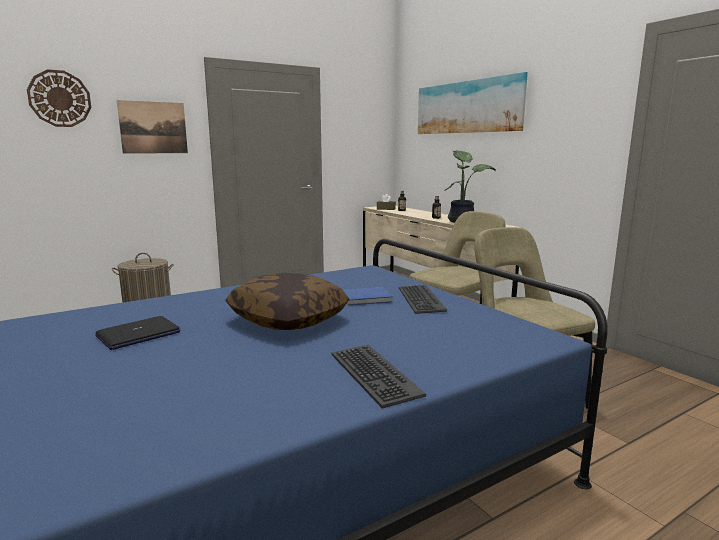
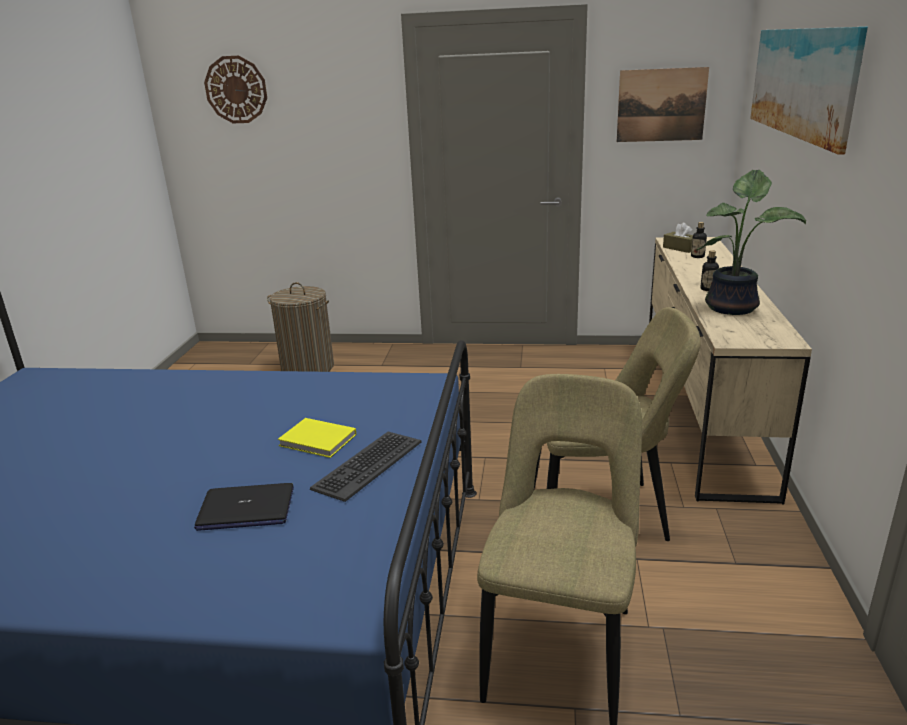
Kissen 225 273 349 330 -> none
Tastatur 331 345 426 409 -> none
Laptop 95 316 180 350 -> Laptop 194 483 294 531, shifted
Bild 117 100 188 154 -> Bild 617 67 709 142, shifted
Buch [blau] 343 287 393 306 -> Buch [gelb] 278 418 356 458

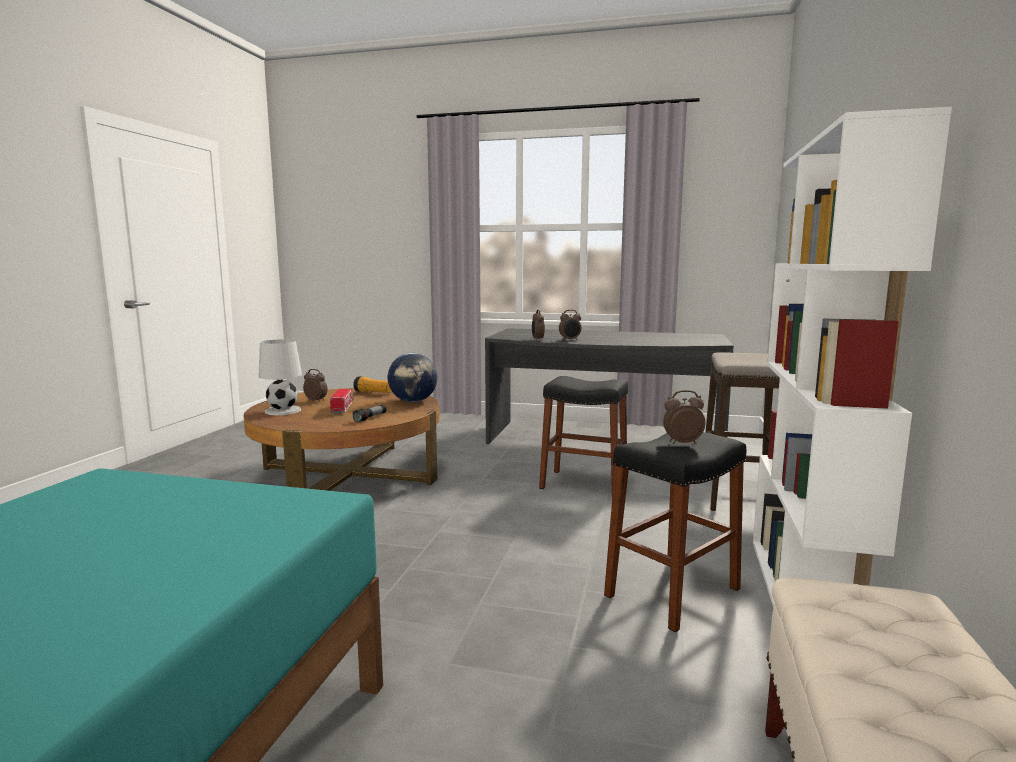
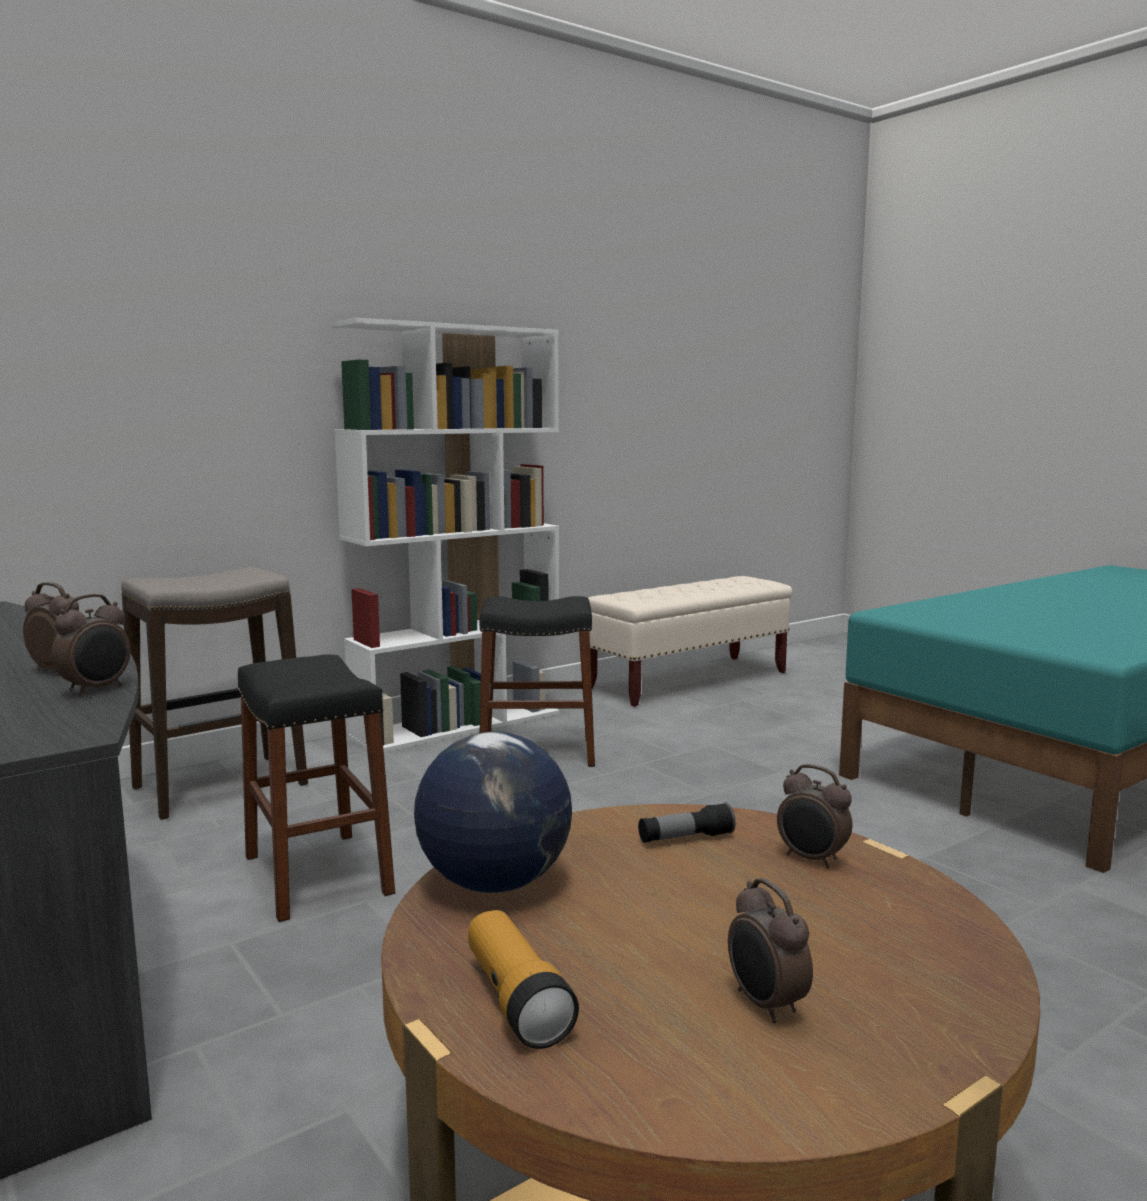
Tischlampe [weiß] 258 339 302 415 -> none
Spielzeuglaster 330 389 354 414 -> none
Wecker 663 390 705 444 -> Wecker 777 764 852 869, shifted

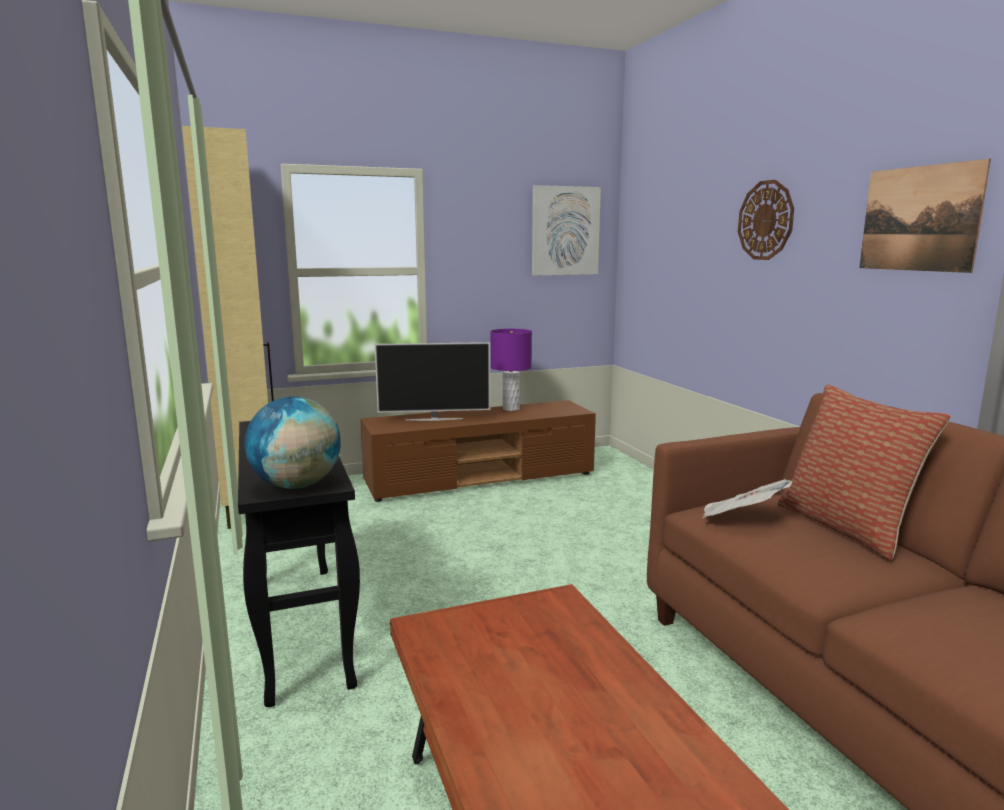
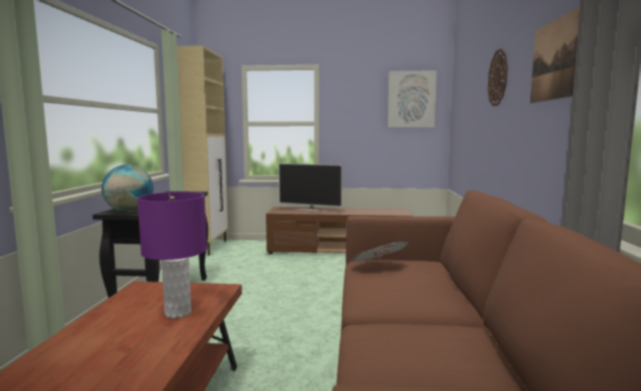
Kissen 778 384 951 560 -> none
Tischlampe [lila] 490 329 532 411 -> Tischlampe [lila] 137 192 207 318, shifted

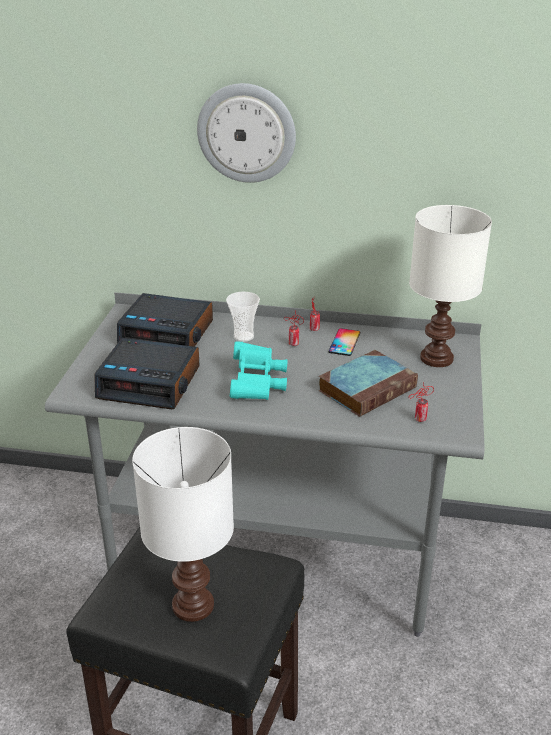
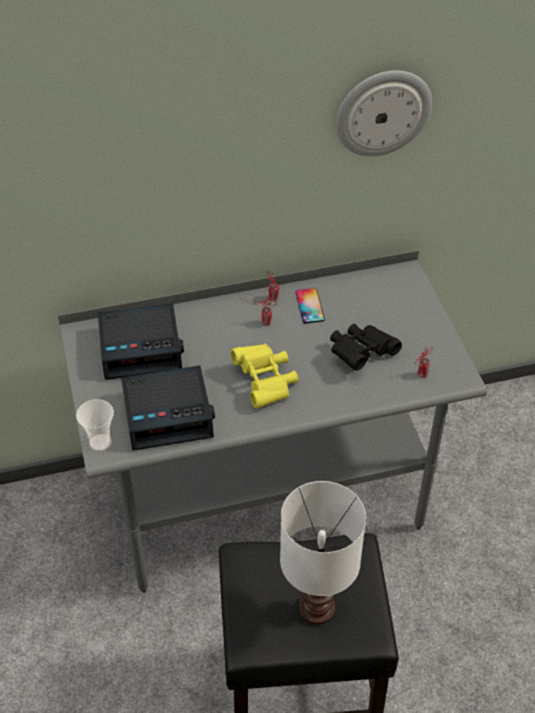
Tischlampe [weiß] 409 205 492 367 -> none
Wanduhr 197 83 296 183 -> Wanduhr 336 70 432 156, shifted
Tasse 226 292 260 342 -> Tasse 76 399 114 452, shifted
Buch 318 350 418 417 -> Fernglas [schwarz] 330 324 402 371
Fernglas [türkis] 230 341 288 400 -> Fernglas [gelb] 231 344 298 408

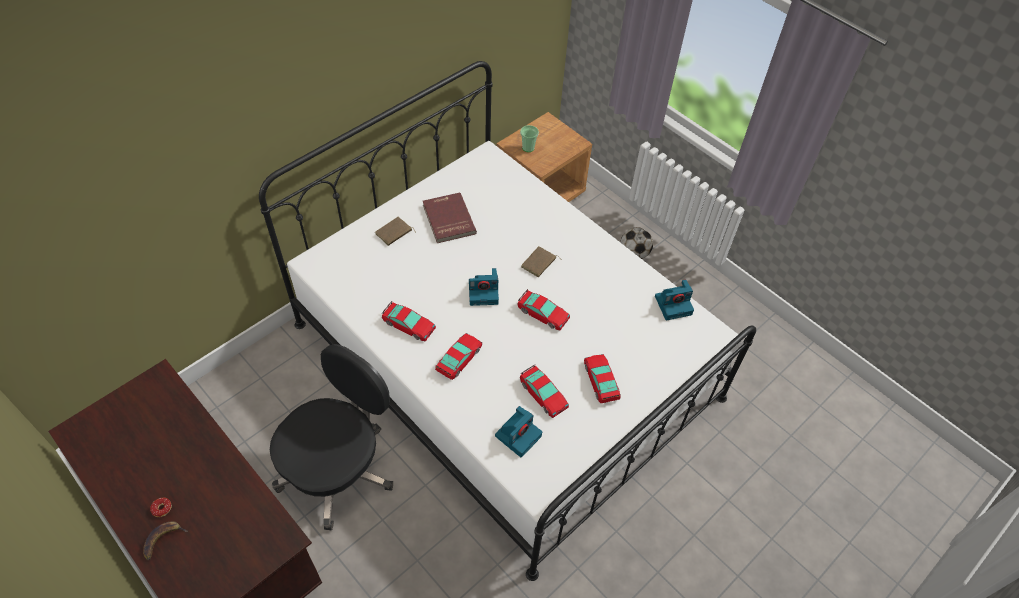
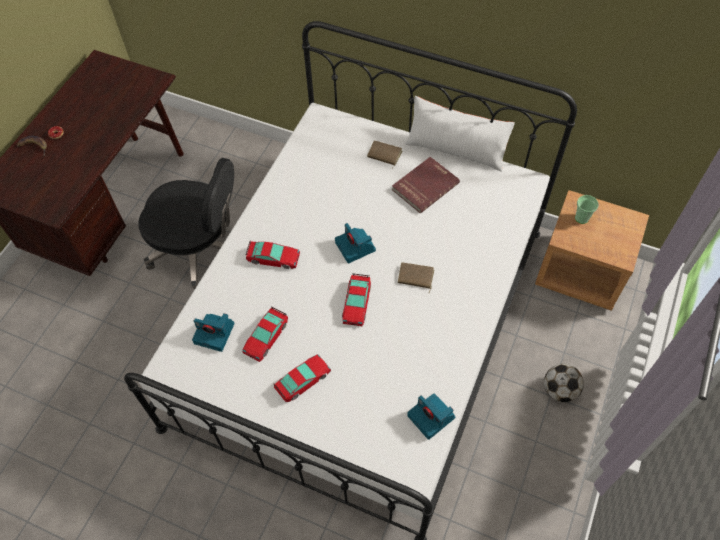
Spielzeugauto 382 301 436 342 -> none
none -> Kissen [weiß] 405 96 515 172

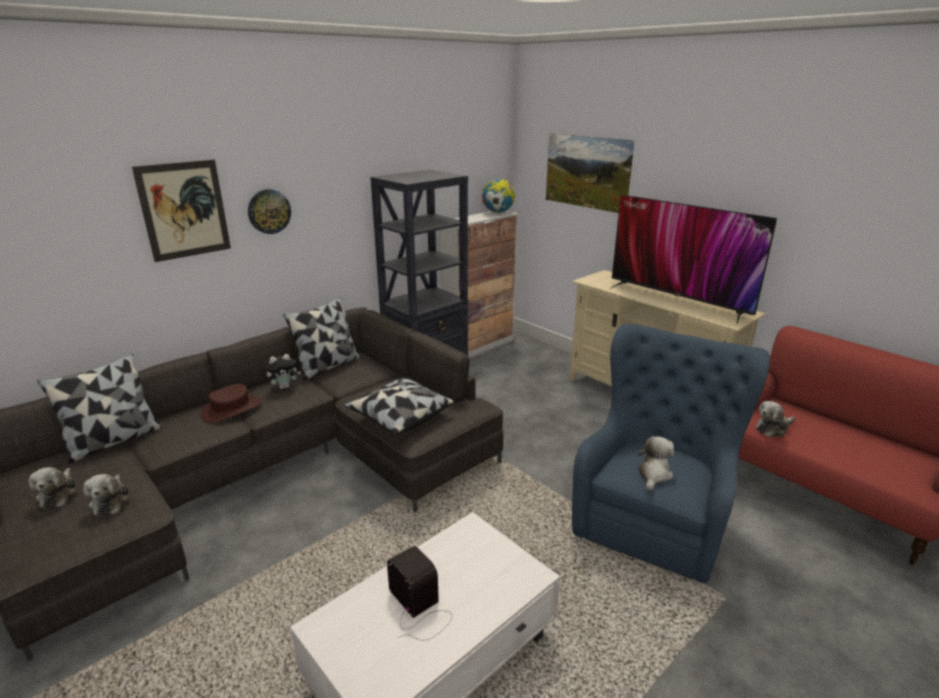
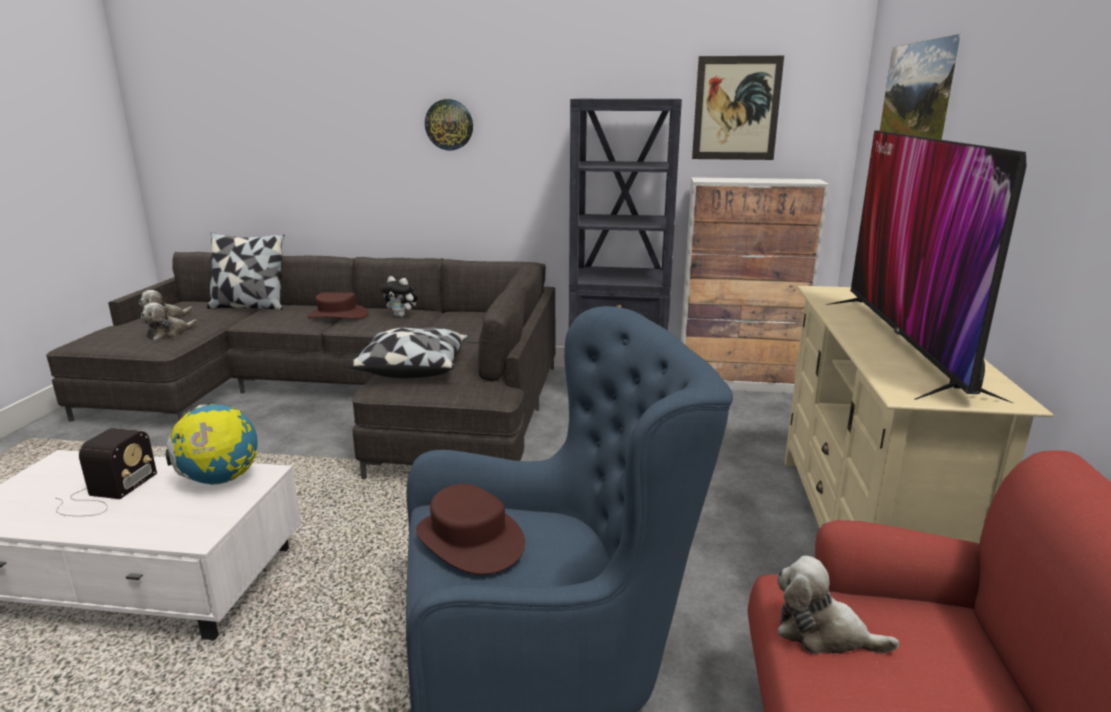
Kissen 283 297 360 381 -> none
Bild 132 160 231 262 -> Bild 692 56 784 160, shifted
Globus 482 179 515 213 -> Globus 166 404 258 485, shifted
Plüschtier 638 436 674 491 -> Hut [braun] 416 484 525 575

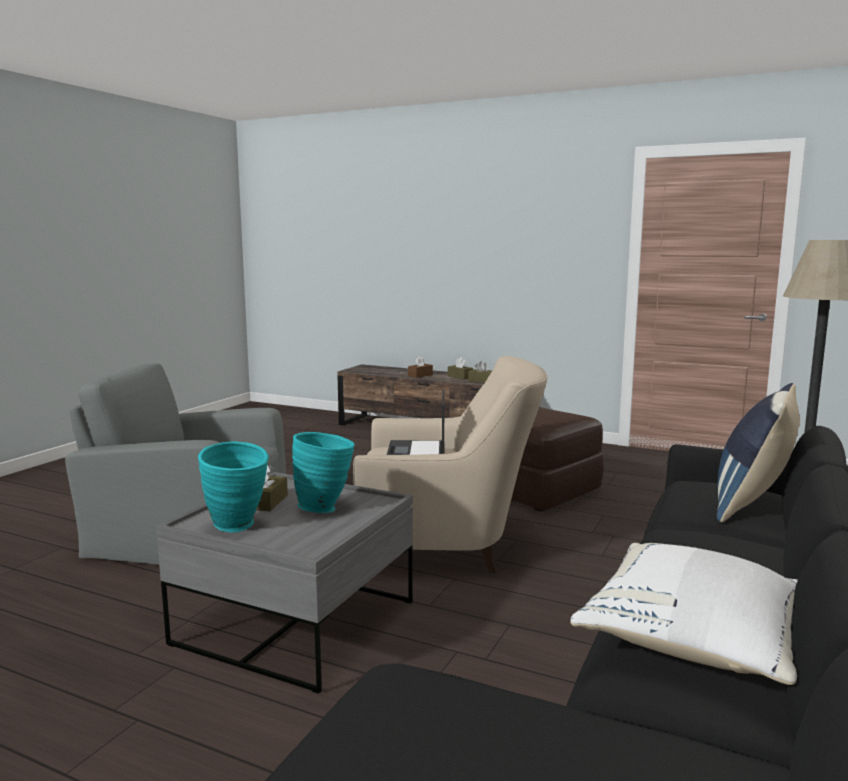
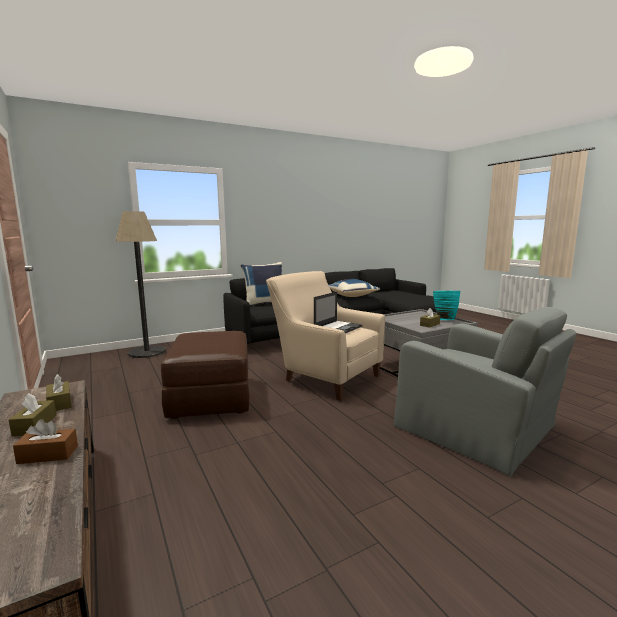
Vase [türkis] 292 432 355 513 -> none
Kissen [weiß] 570 543 798 685 -> Kissen [blau] 329 279 380 297

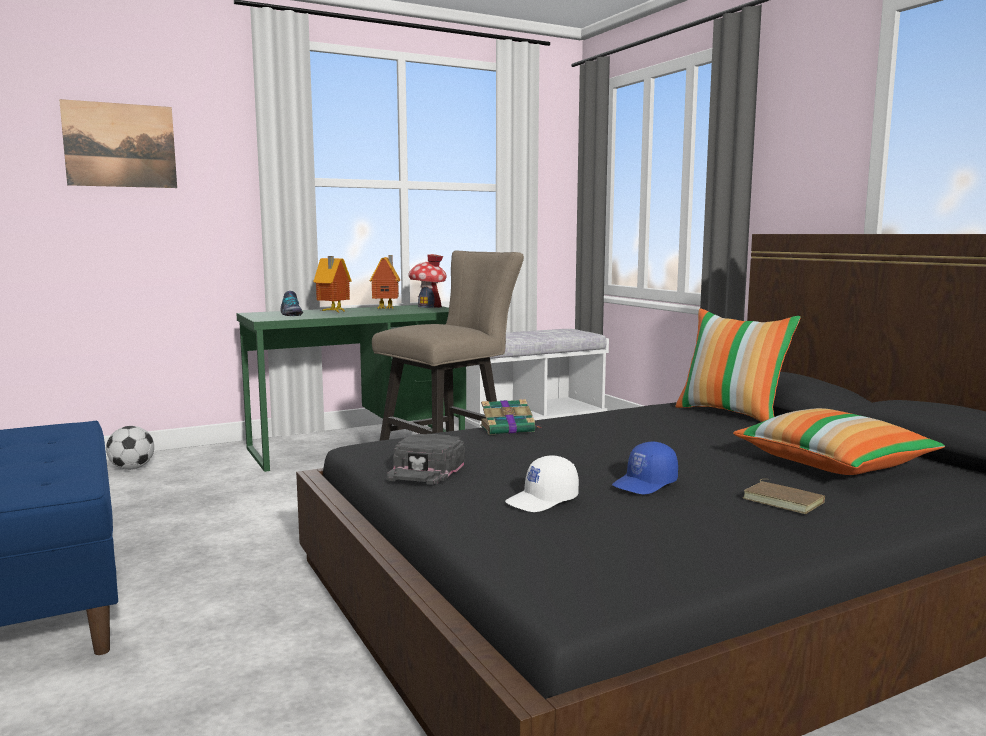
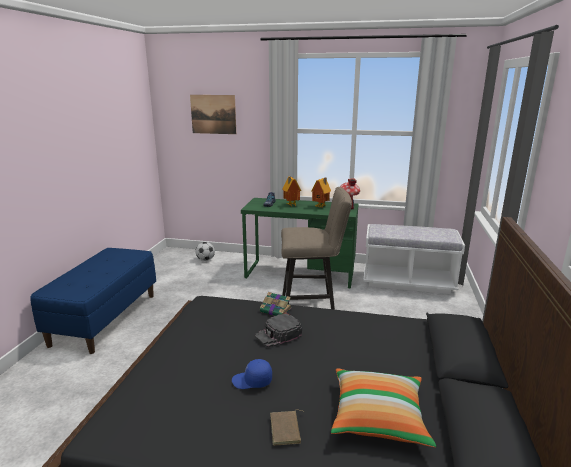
Kappe [weiß] 505 455 579 512 -> none
Kissen 675 308 801 422 -> none
Kappe [schwarz] 386 434 465 485 -> Kappe [schwarz] 255 314 302 347, shifted

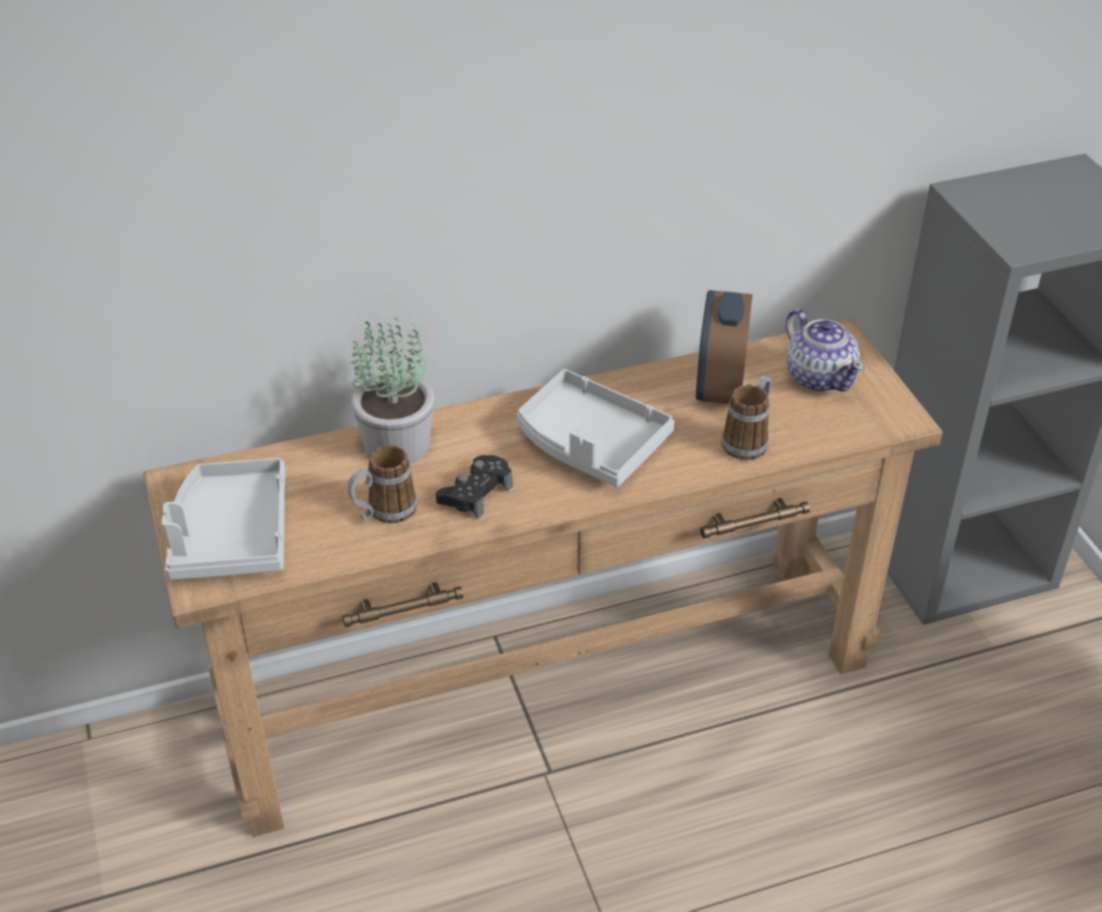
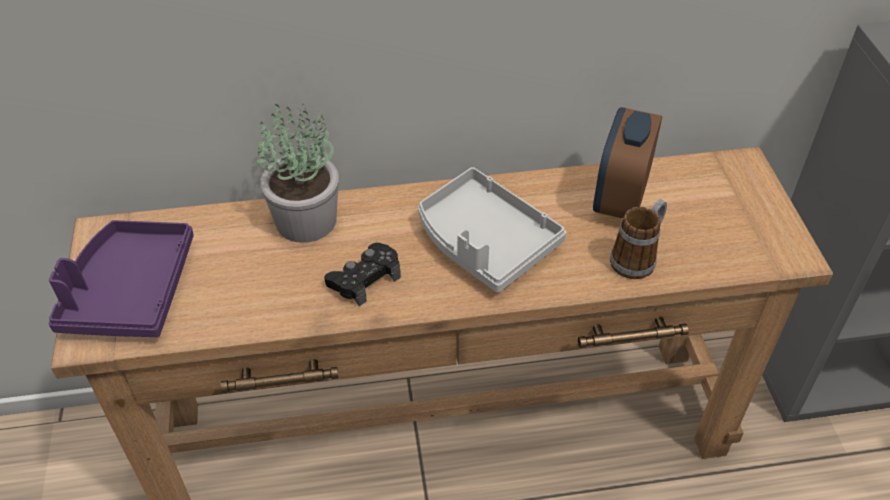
Henkelbecher 348 445 417 523 -> none
Teekanne 786 309 865 392 -> none
Tablett [grau] 162 458 285 580 -> Tablett [lila] 48 220 194 337

